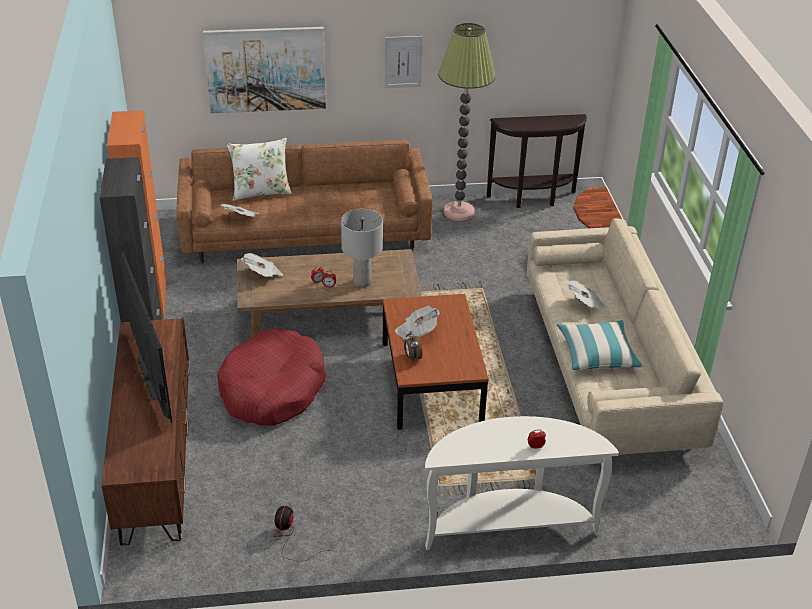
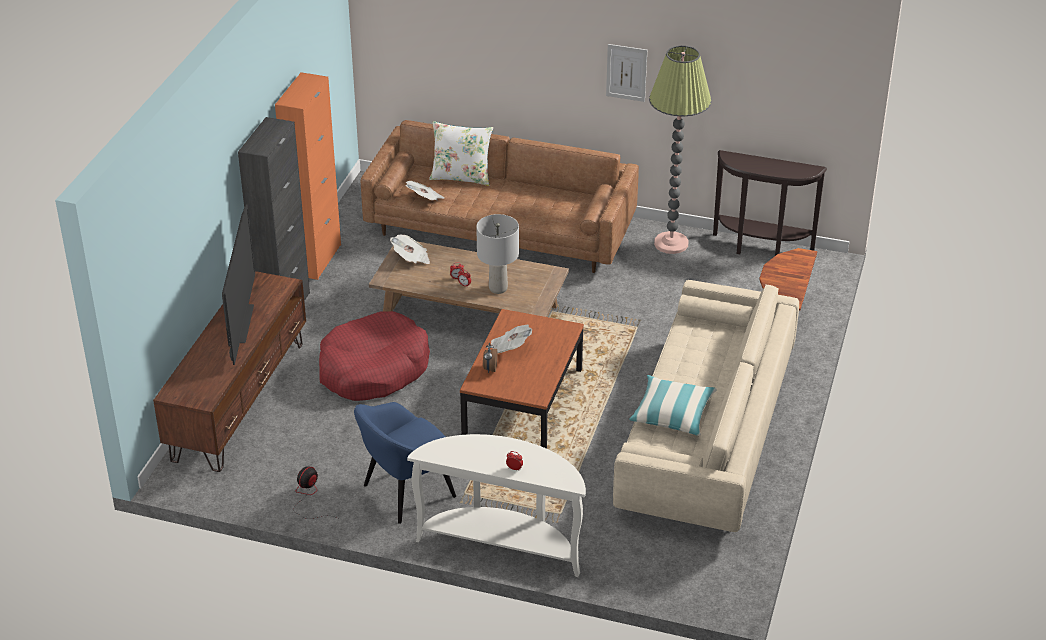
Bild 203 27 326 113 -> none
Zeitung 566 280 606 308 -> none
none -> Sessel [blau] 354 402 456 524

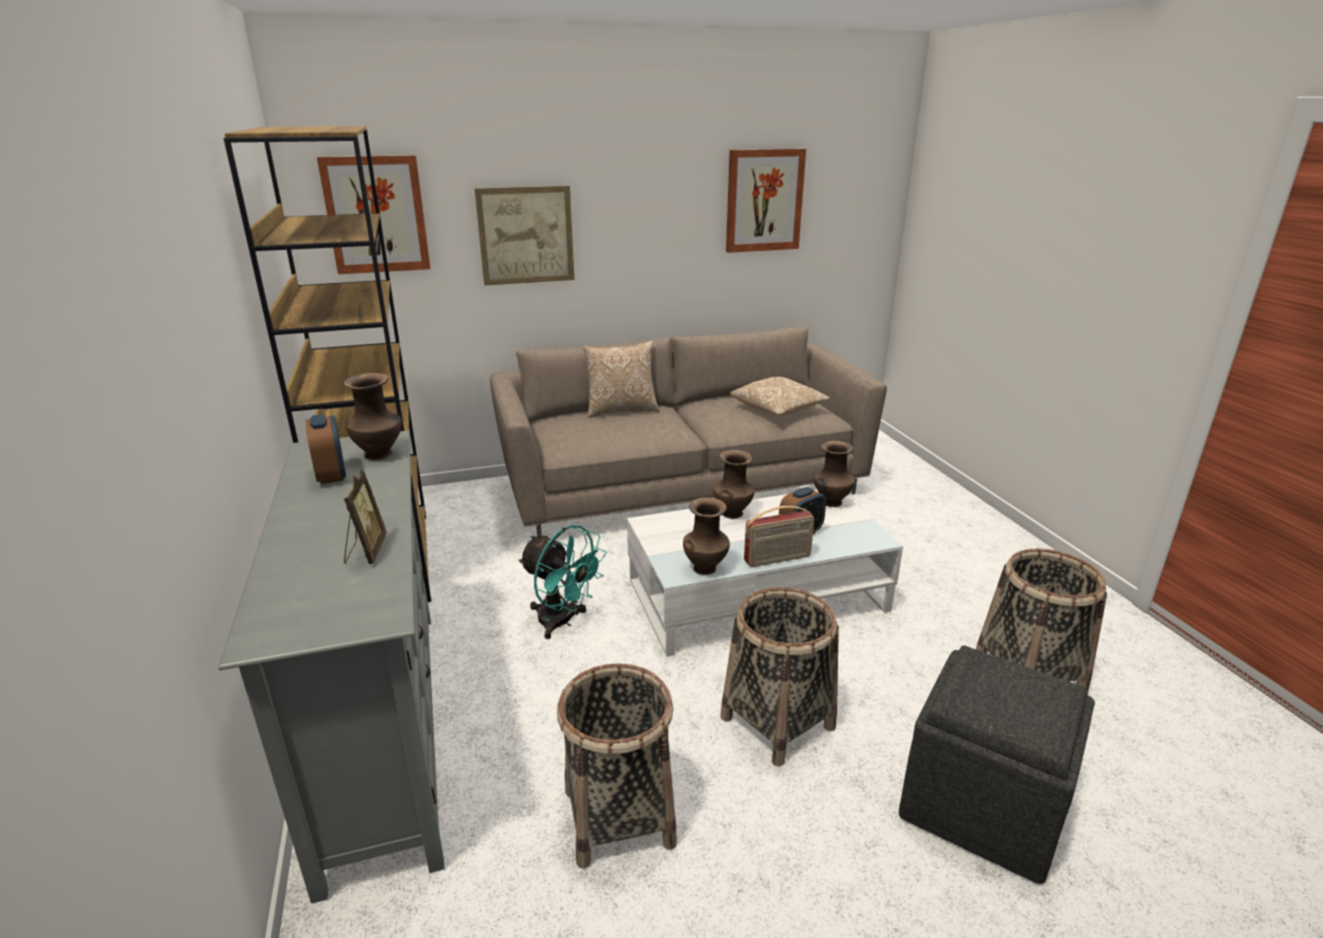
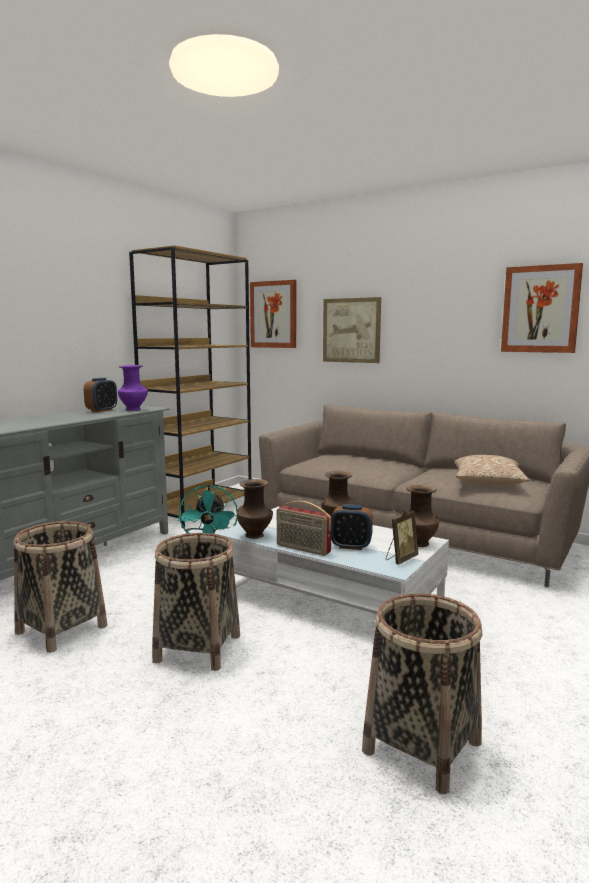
Kissen 583 341 660 418 -> none
Polsterhocker [grau] 899 645 1095 884 -> none
Bilderrahmen 344 470 387 564 -> Bilderrahmen 386 510 418 565, shifted
Vase [braun] 344 373 402 460 -> Vase [lila] 118 365 148 411

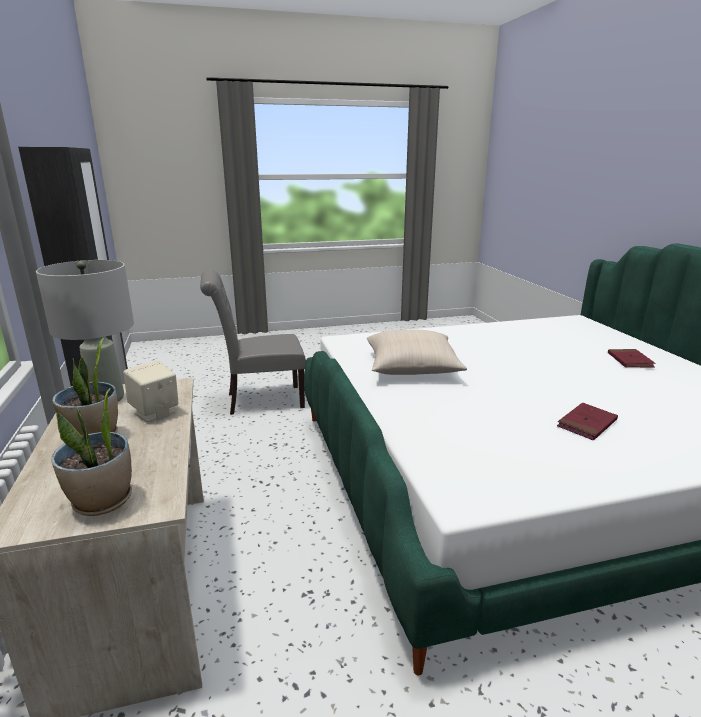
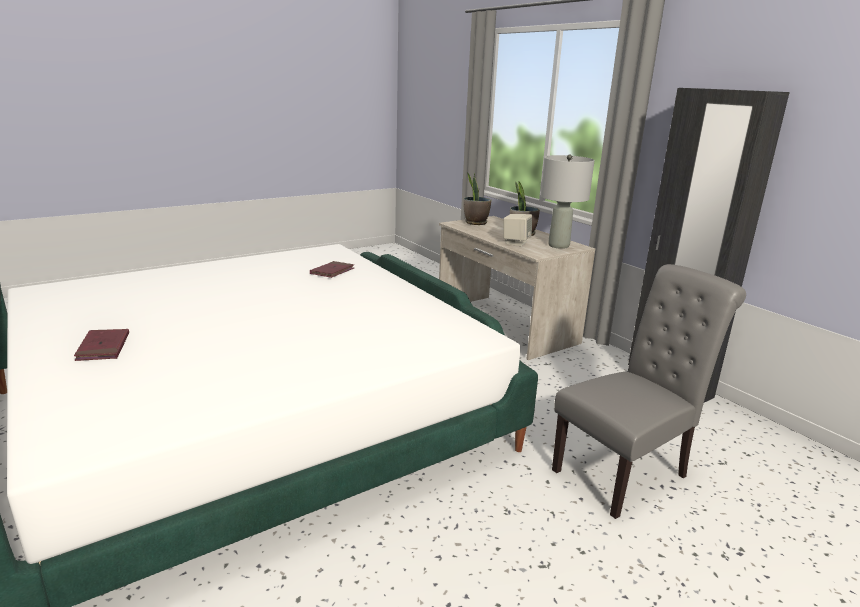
Kissen [beige] 367 330 467 375 -> none
Buch [rot] 557 403 618 440 -> Buch [rot] 310 261 354 278, shifted

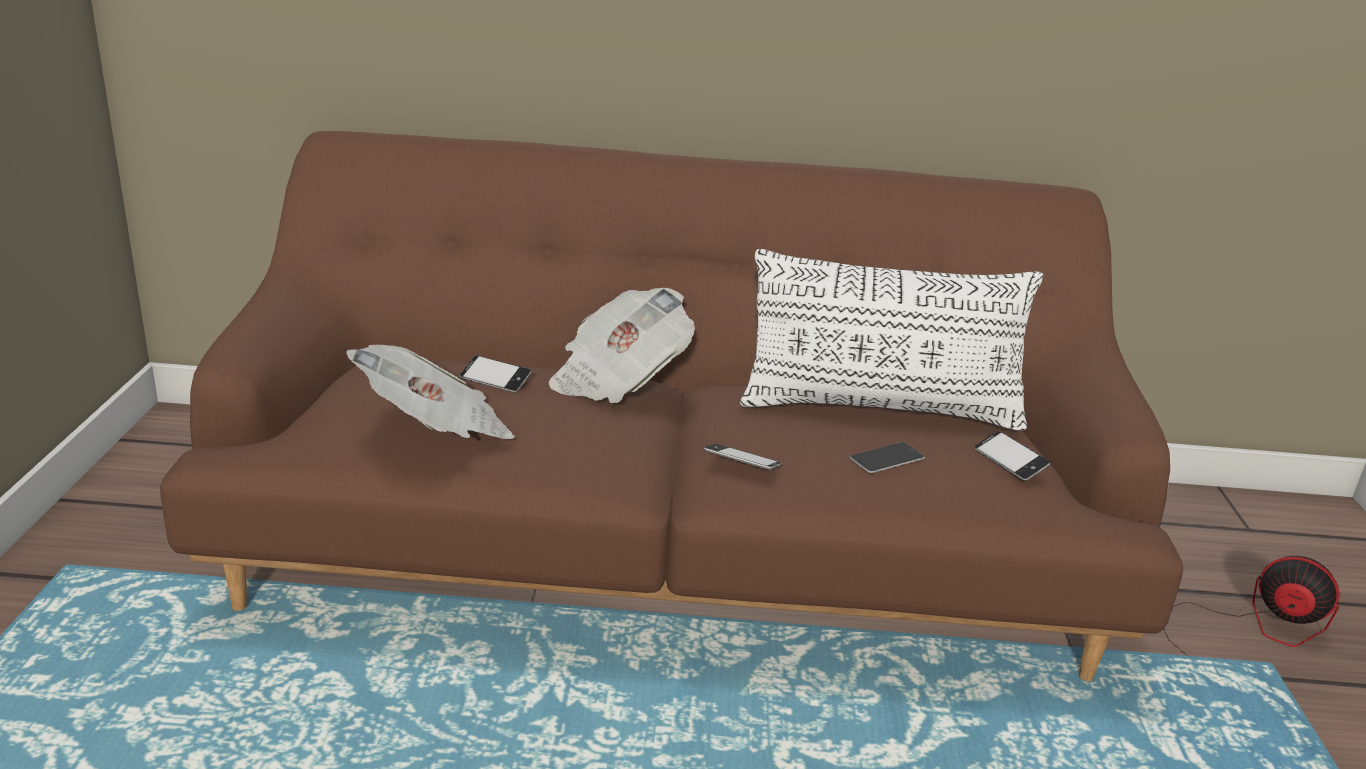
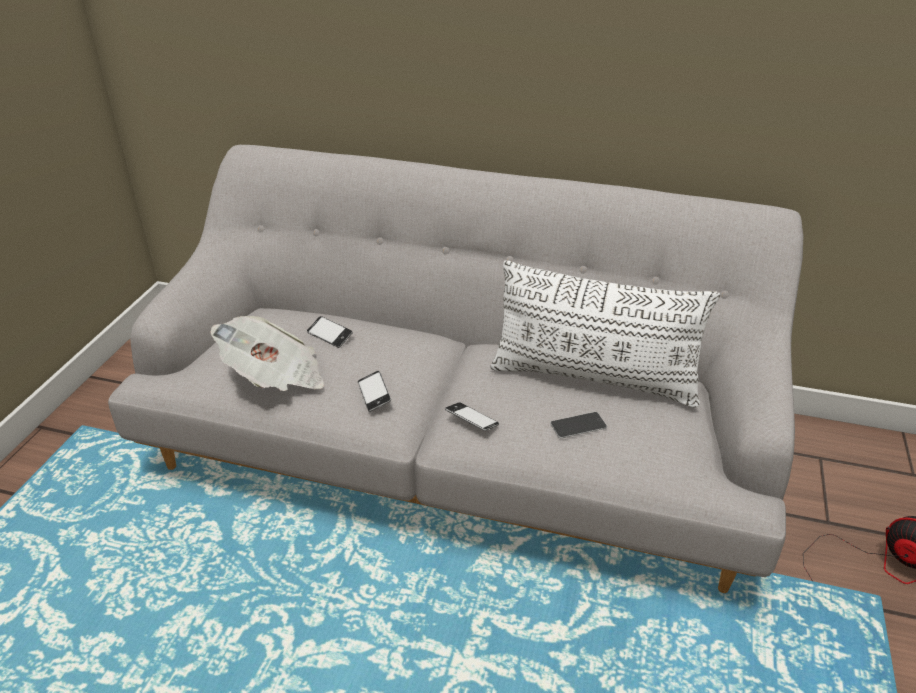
Zeitung 549 288 695 403 -> none
Handy 974 431 1050 481 -> Handy 358 371 391 412, shifted
Sofa [braun] 160 131 1183 681 -> Sofa [grau] 108 145 804 593

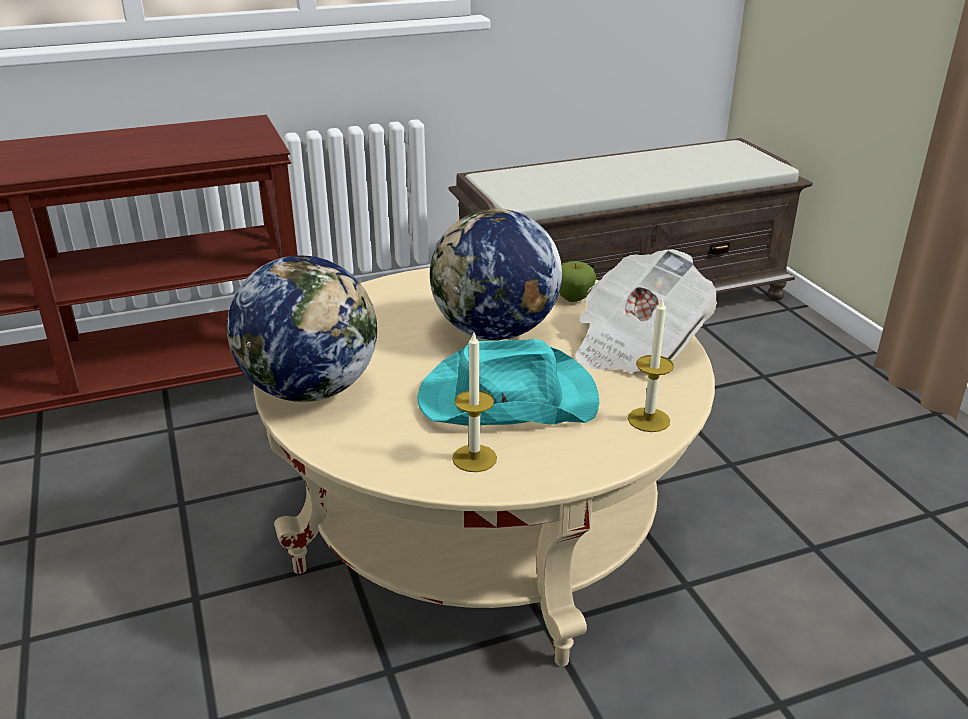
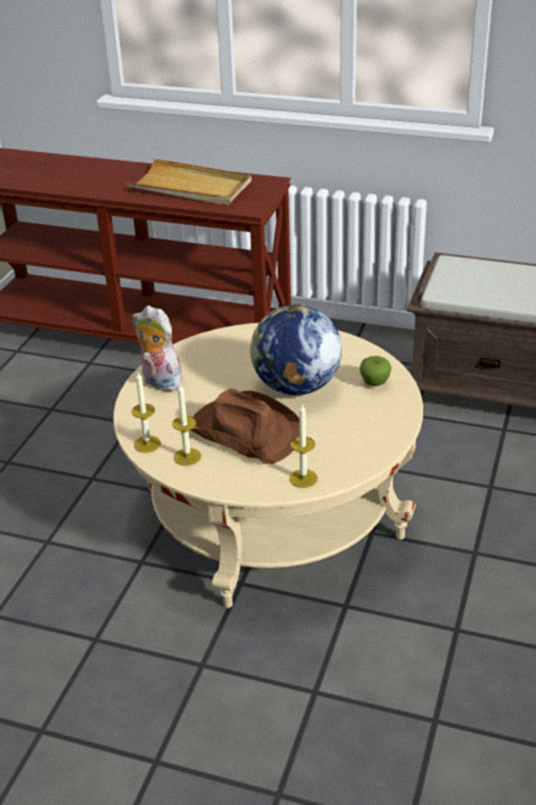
Zeitung 575 249 717 373 -> none
none -> Tablett [beige] 125 158 252 206
none -> Kerze 131 372 161 453
Globus 227 255 377 402 -> Plüschtier 133 306 183 391
Hut [türkis] 417 339 599 426 -> Hut [braun] 190 388 300 464

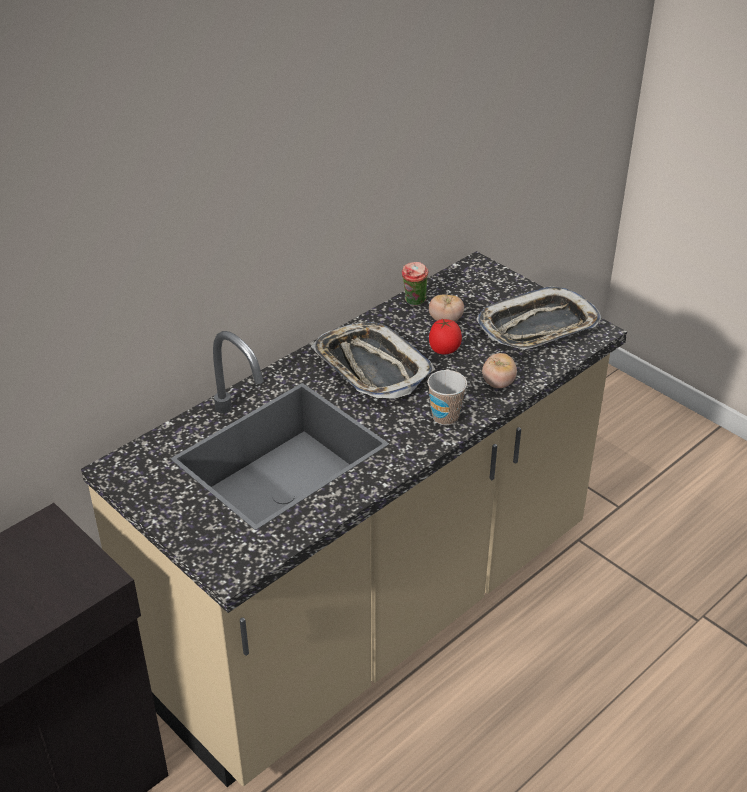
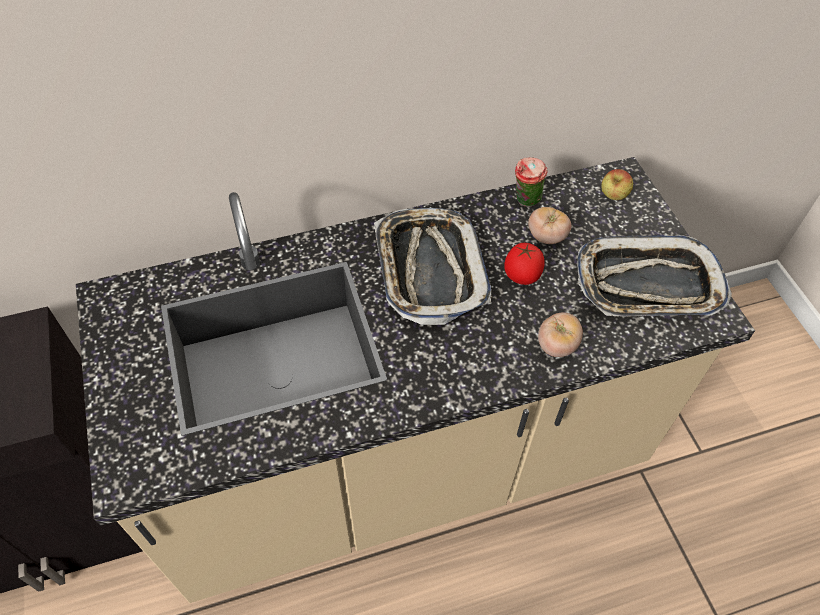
Tasse 427 370 467 425 -> none
none -> Apfel 602 169 633 200

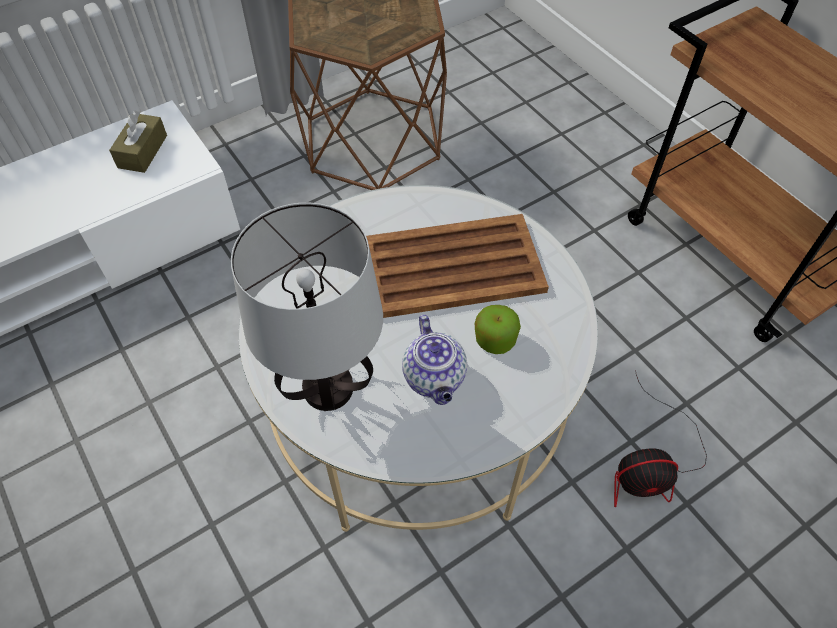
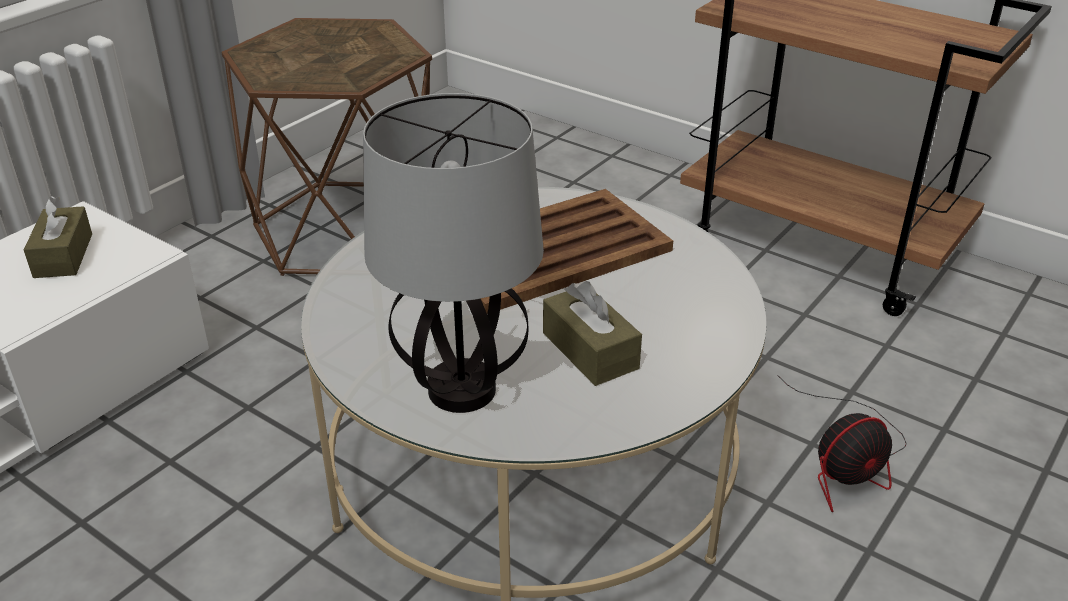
Apfel 475 305 521 354 -> none
Teekanne 402 315 467 405 -> Taschentuchbox [braun] 543 281 642 386

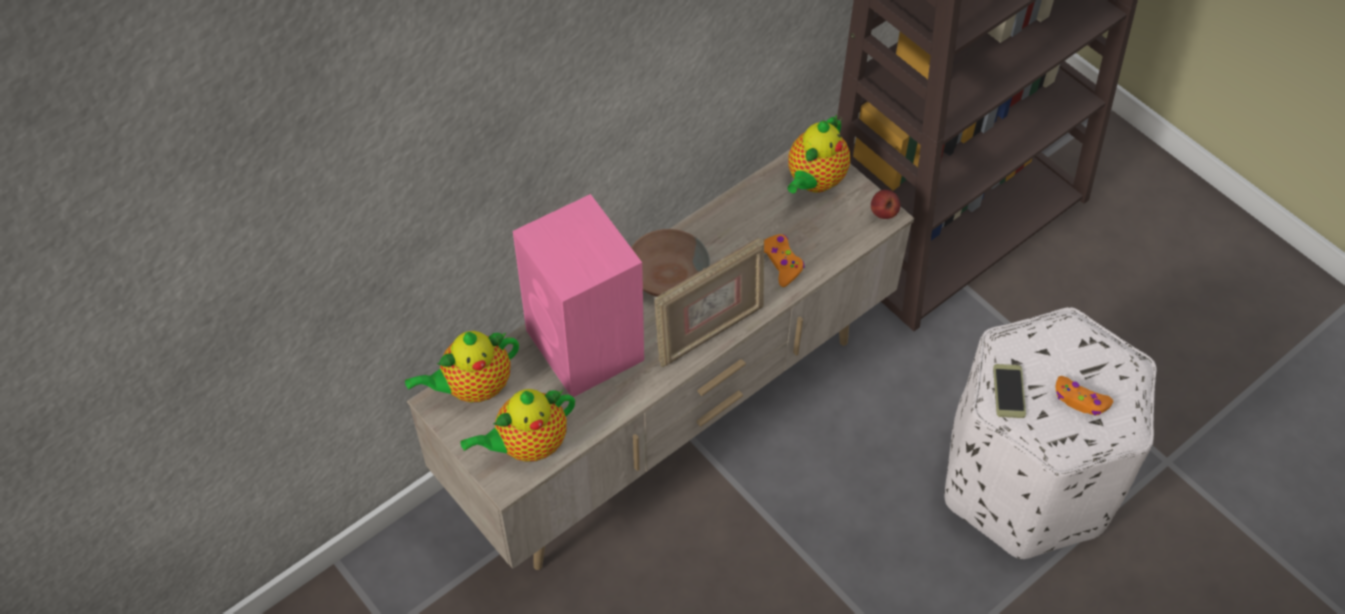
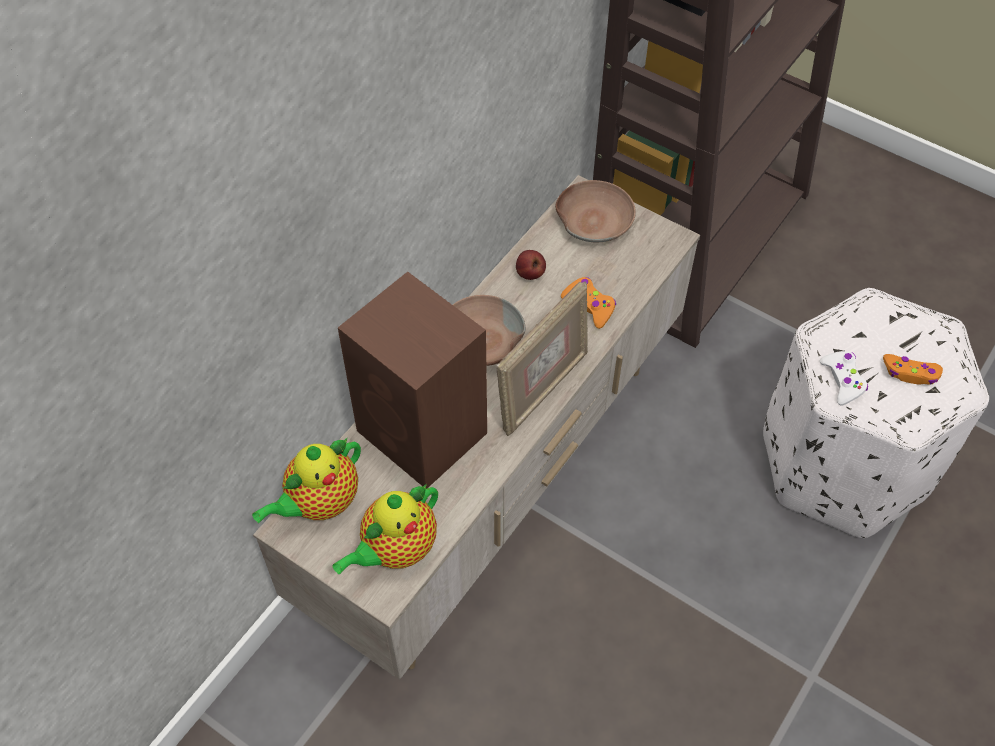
Apfel 871 190 900 219 -> Apfel 516 250 546 280, shifted
Teekanne 787 115 850 193 -> Schüssel [braun] 555 180 636 242
Handy 993 364 1026 418 -> Gamepad [weiß] 820 351 868 405
Lautsprecher [rosa] 513 194 644 397 -> Lautsprecher [braun] 338 272 487 489

